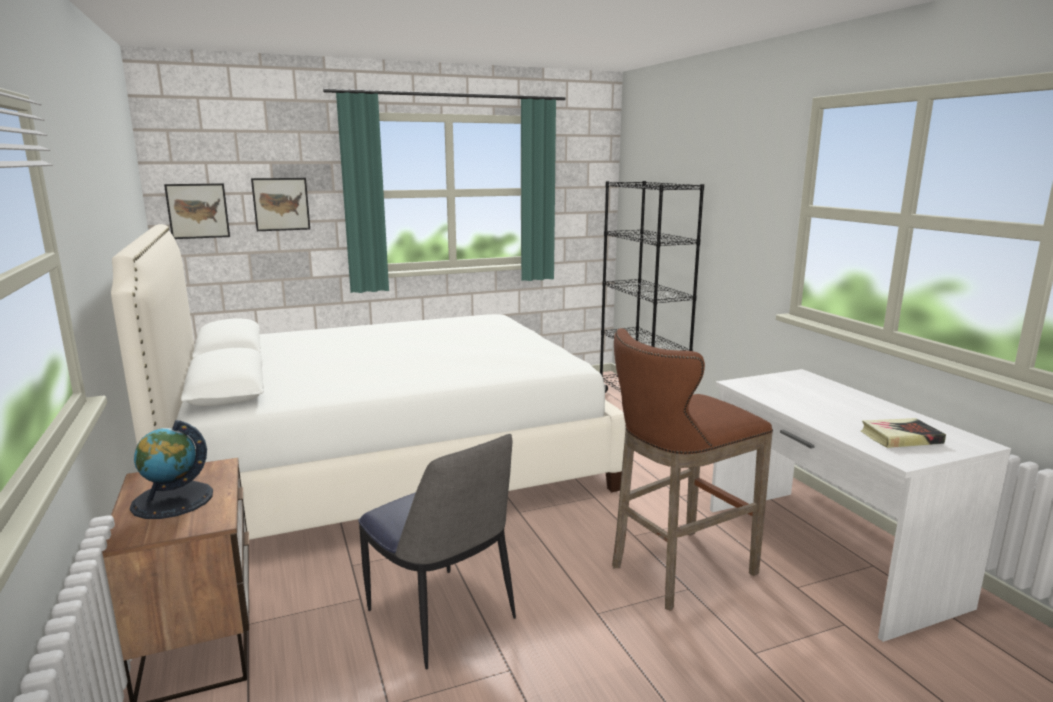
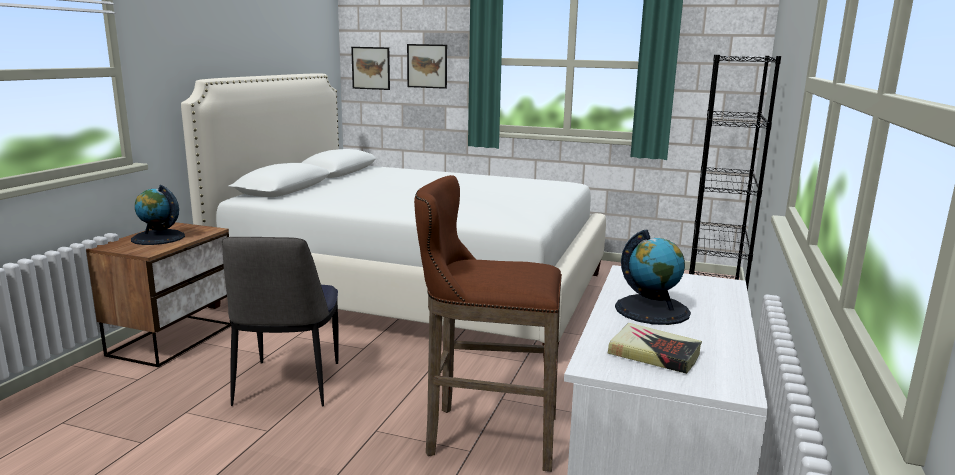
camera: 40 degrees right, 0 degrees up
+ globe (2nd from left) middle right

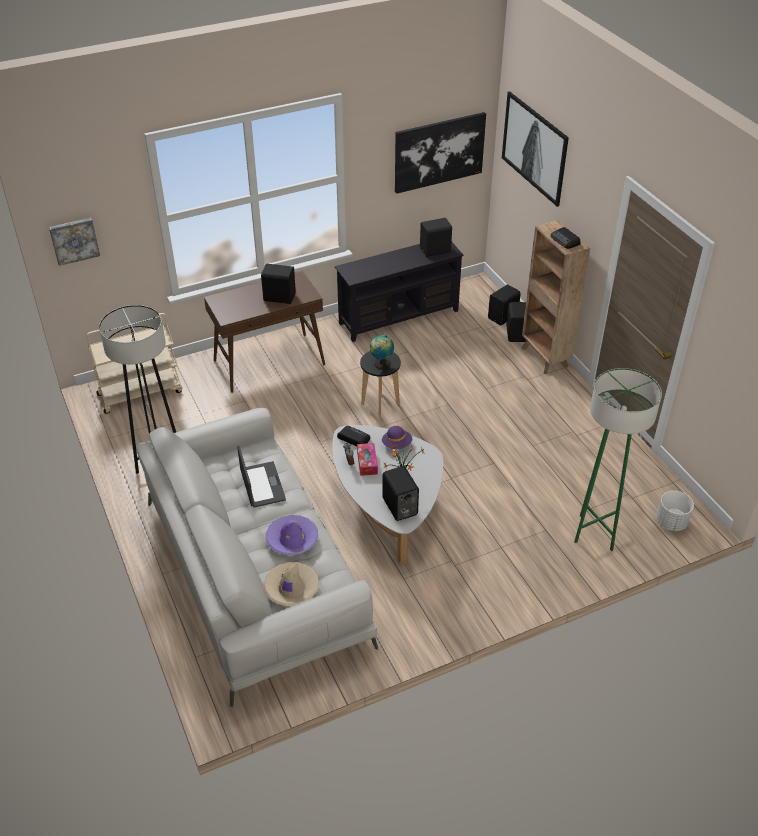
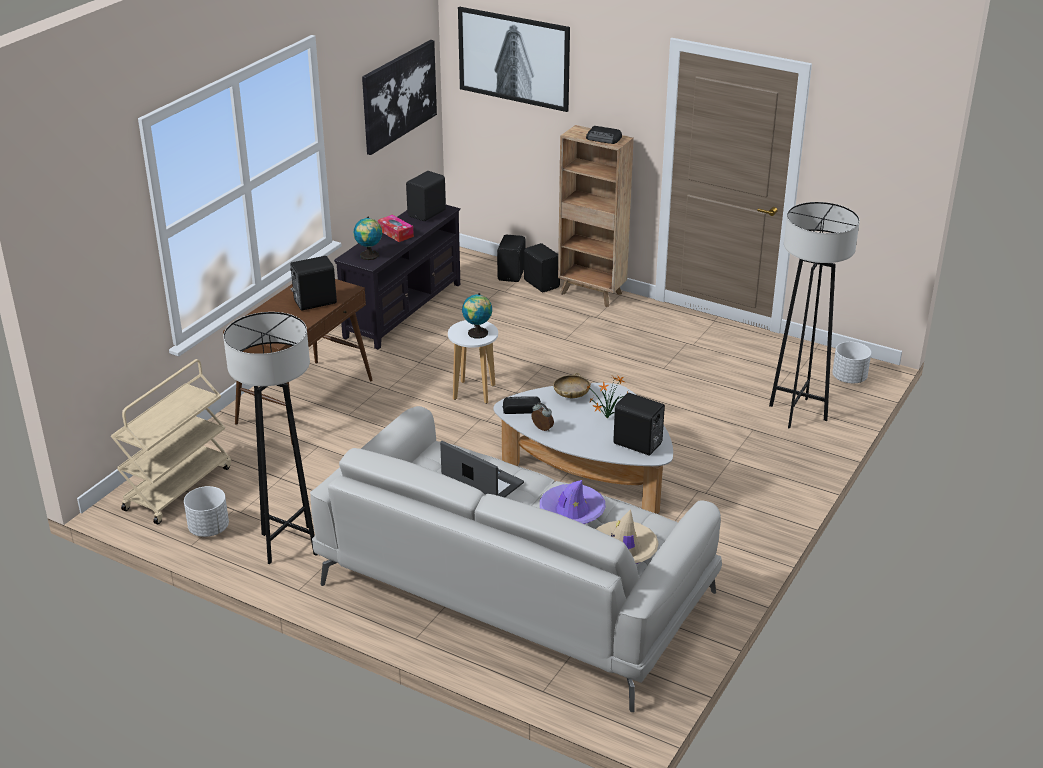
camera: 35 degrees left, 10 degrees down
- picture (1st from left) top left
+ planter/white (1st from left) middle left
+ globe (1st from left) top centre
~ tissue box centre to top centre
~ hat/purple (2nd from left) centre to bowl/beige centre
~ stool/black centre to stool/white centre
~ floor lamp/green middle right to floor lamp/grey (2nd from left) middle right

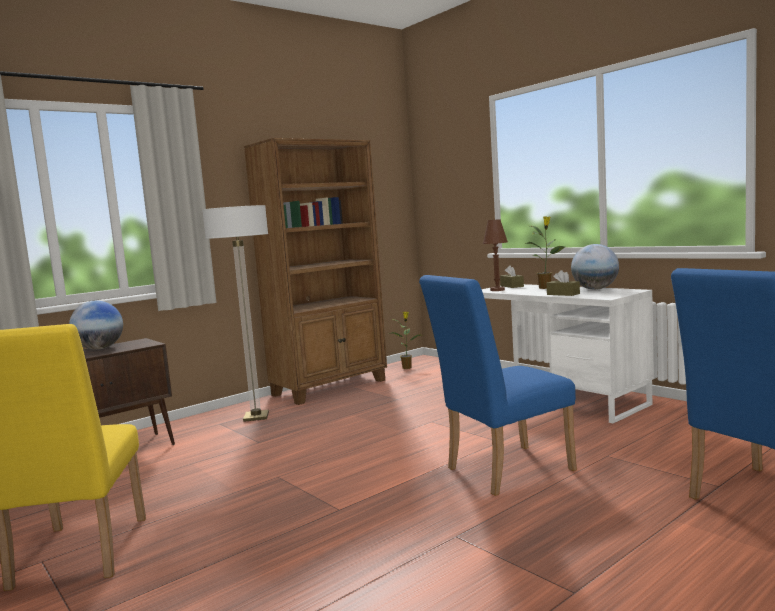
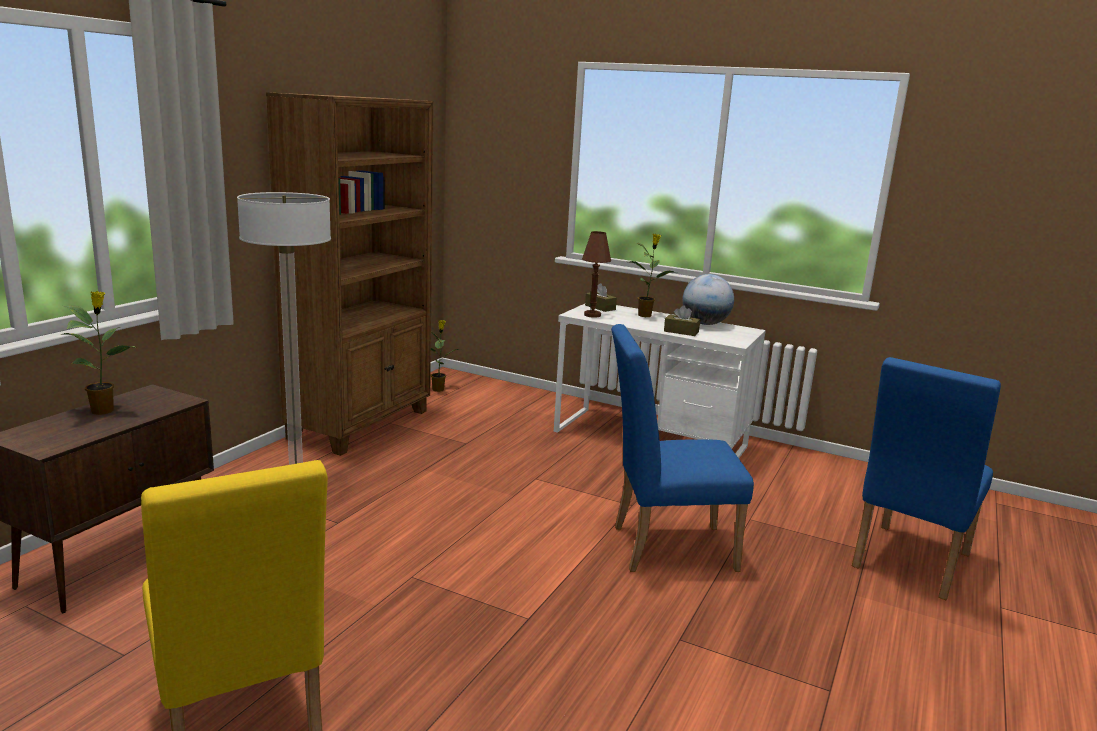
camera: 25 degrees left, 10 degrees up
~ globe (1st from left) middle left to potted plant (1st from left) middle left
~ chair/blue (1st from left) centre = centre 45 degrees clockwise

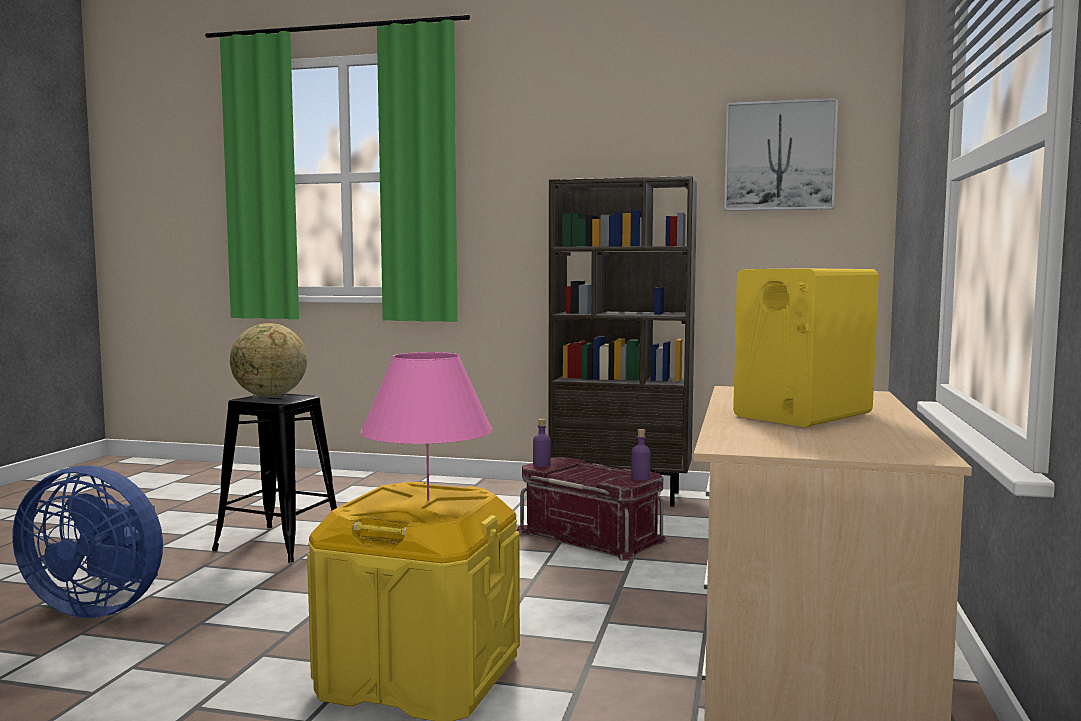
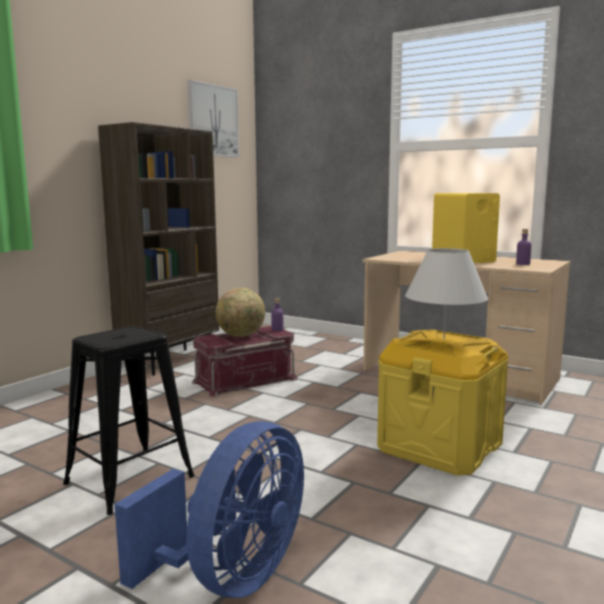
camera: 70 degrees left, 5 degrees up
~ globe middle left to centre
~ bottle/purple (1st from left in the first image) centre to bottle/purple (2nd from left) middle right
~ table lamp/pink centre to table lamp/white middle right

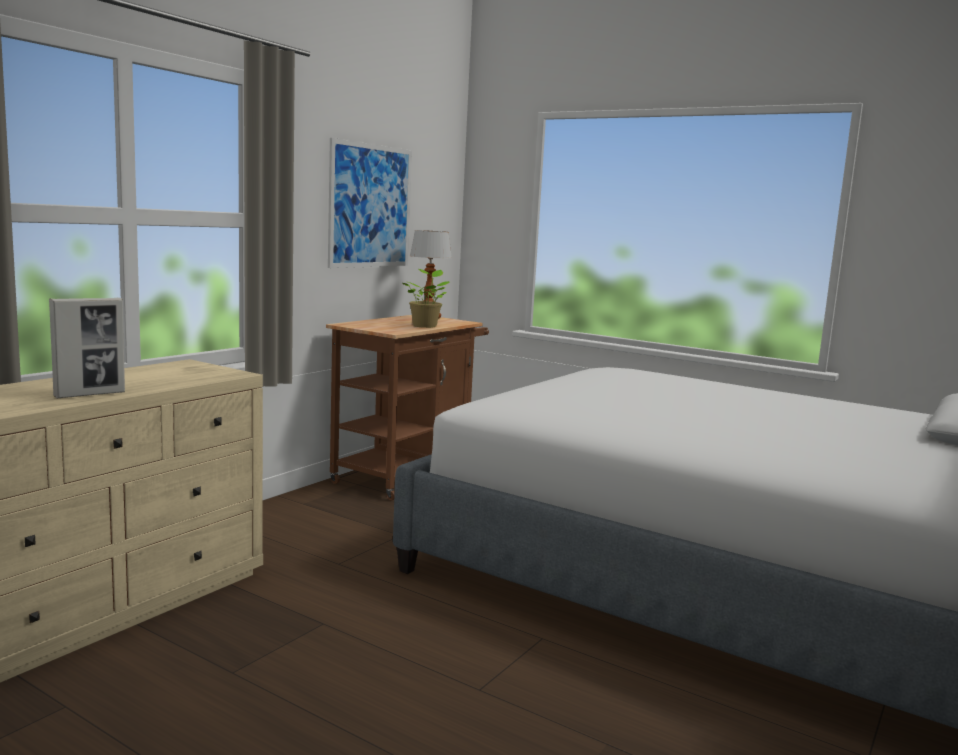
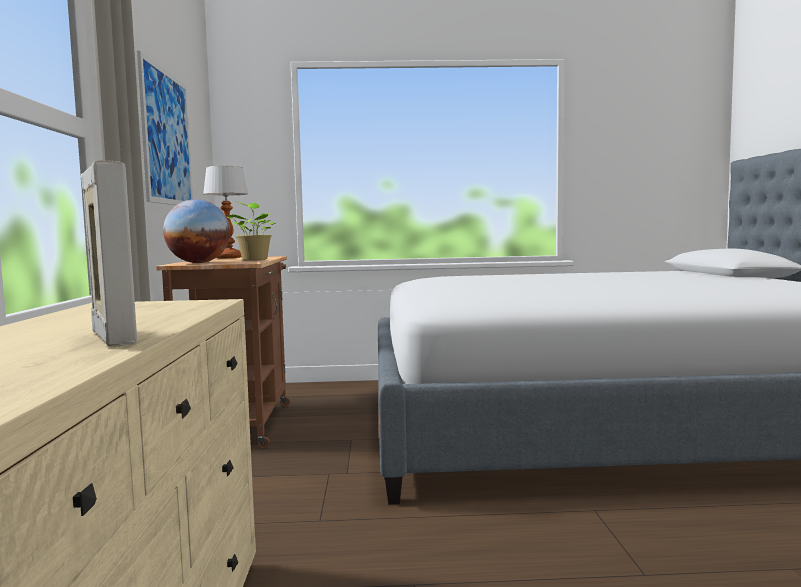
camera: 35 degrees left, 5 degrees down
+ globe middle left
~ picture frame middle left = middle left 45 degrees counterclockwise

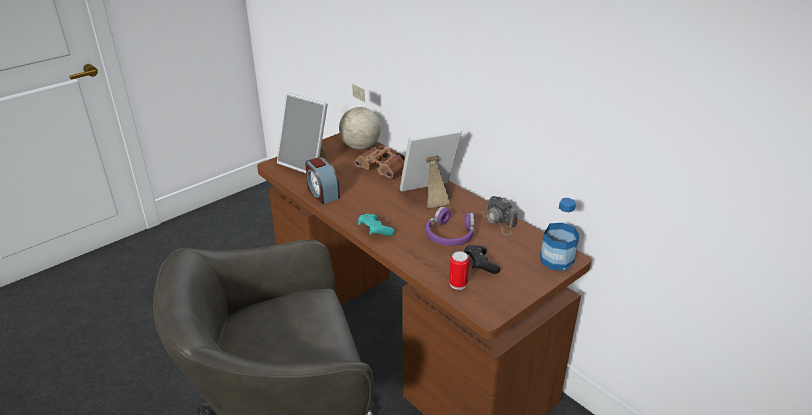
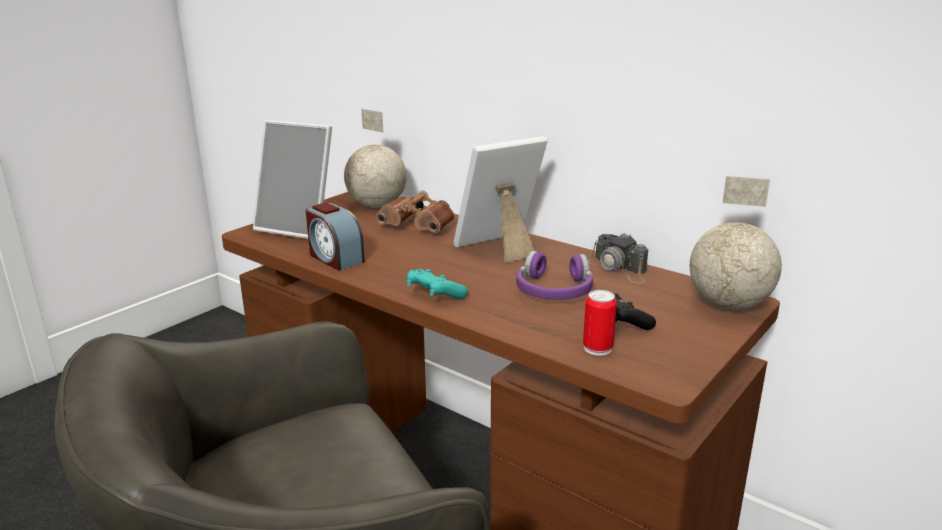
camera: 10 degrees left, 10 degrees down
~ bottle middle right to globe (2nd from left) middle right

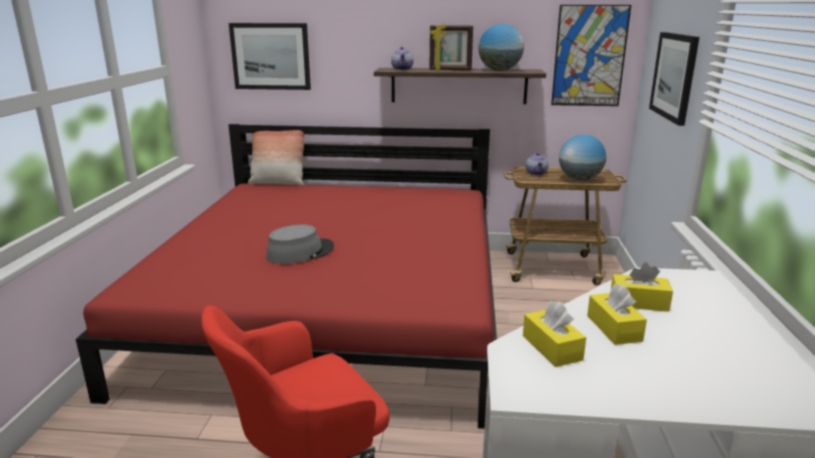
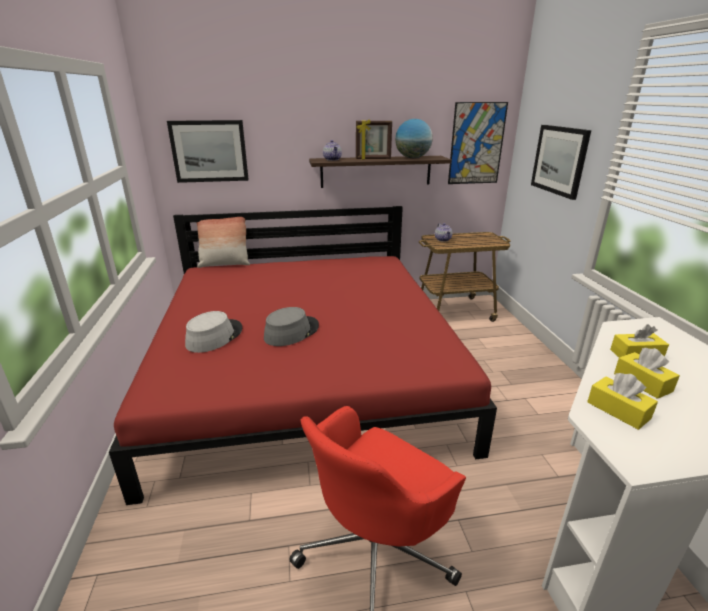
camera: 15 degrees left, 5 degrees up
- globe (2nd from left) middle right
+ hat/grey (1st from left) middle left

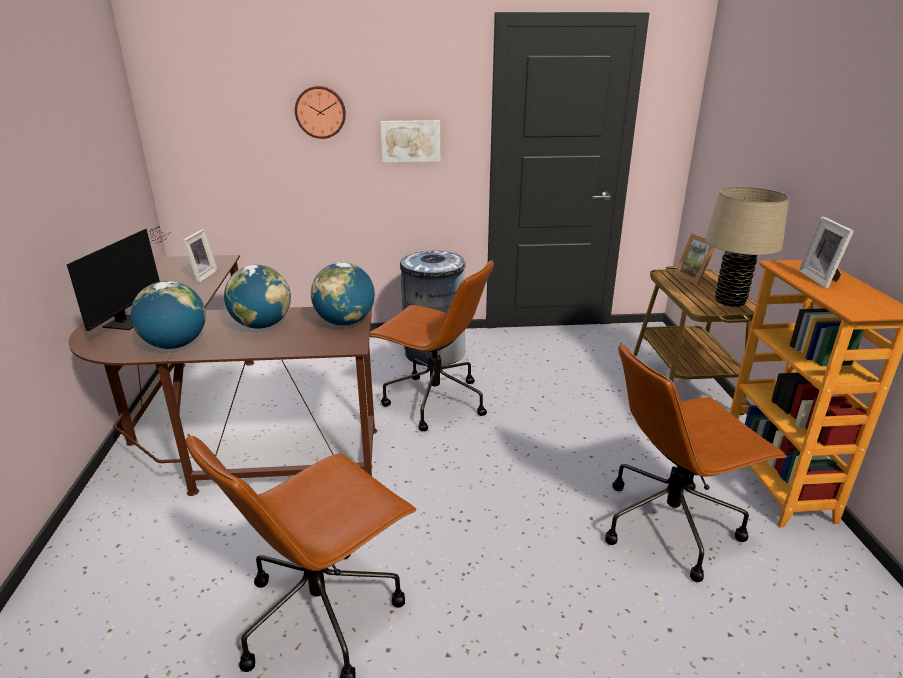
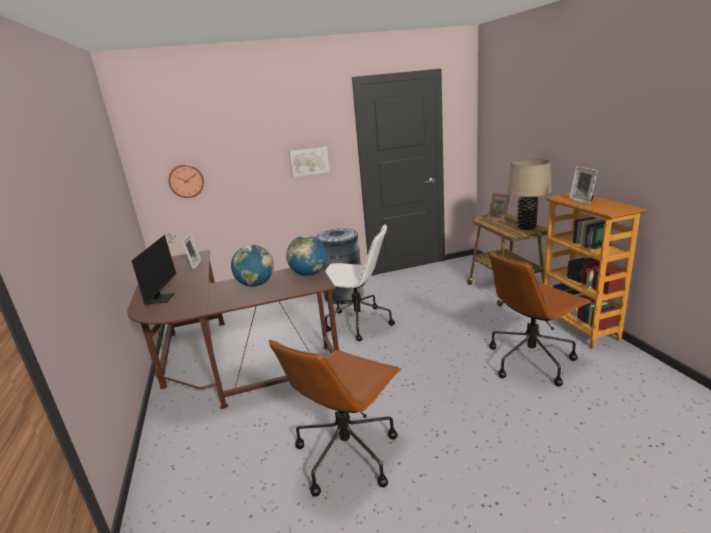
camera: 10 degrees left, 5 degrees down
- globe (1st from left) middle left
~ wall clock top centre to middle left
~ office chair/brown (2nd from left) centre to office chair/white centre

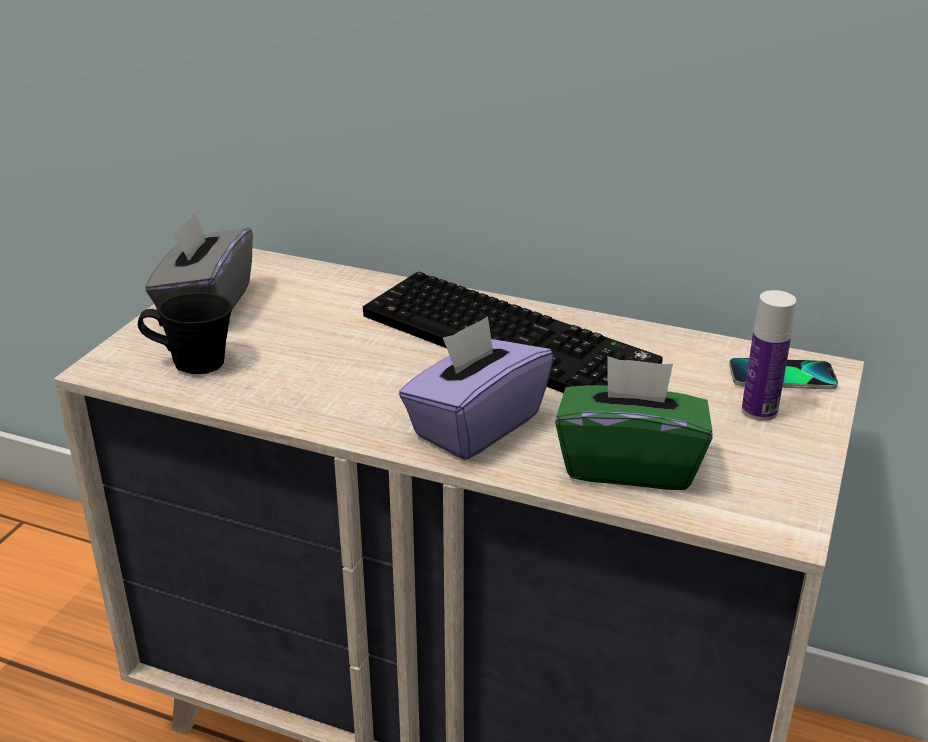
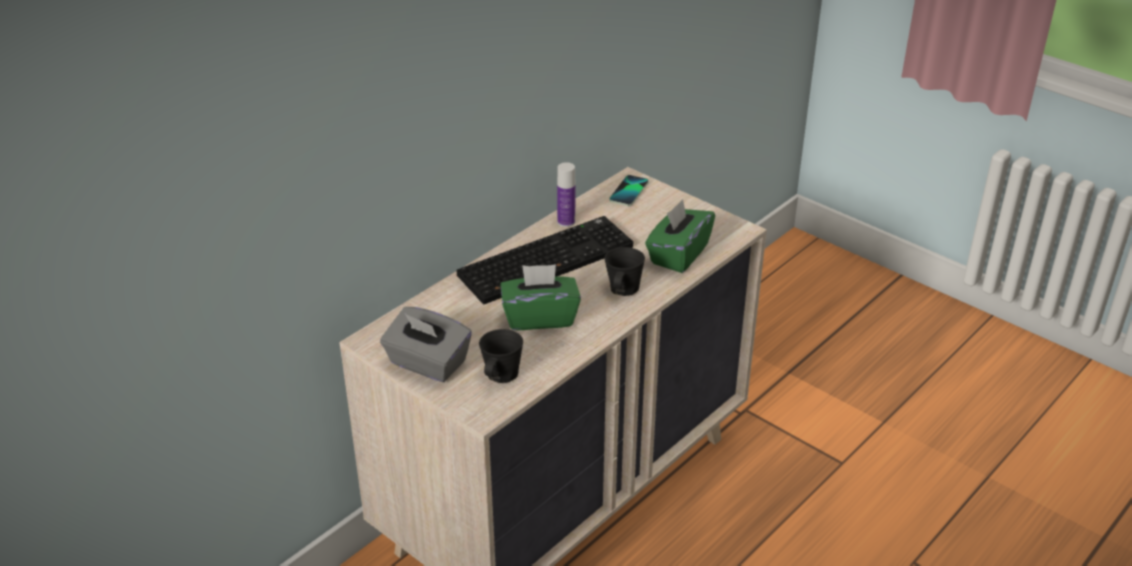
camera: 70 degrees left, 5 degrees up
+ tissue box/green (1st from left) centre
~ bottle middle right to centre
~ tissue box/purple centre to mug/black (2nd from left) centre

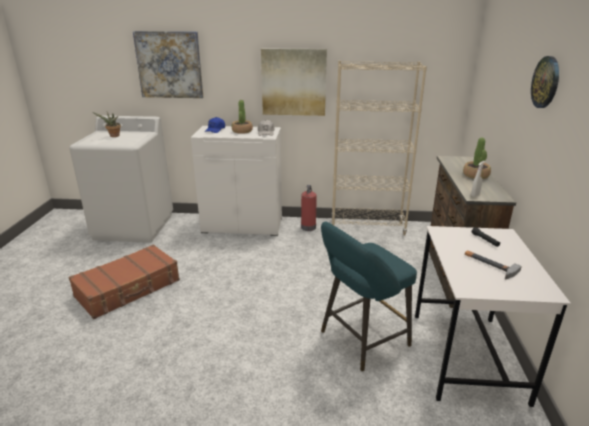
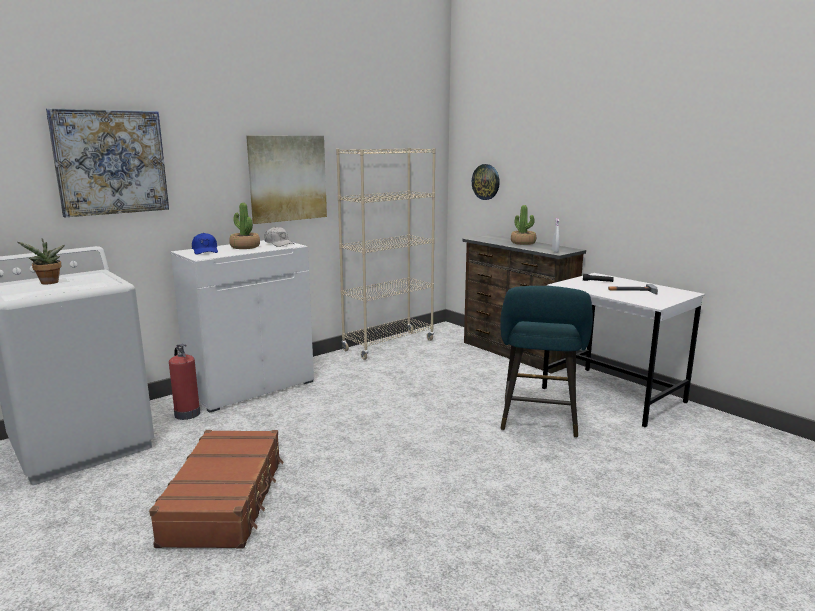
camera: 45 degrees left, 10 degrees down
~ fire extinguisher centre to middle left
~ wall clock top right to top centre

